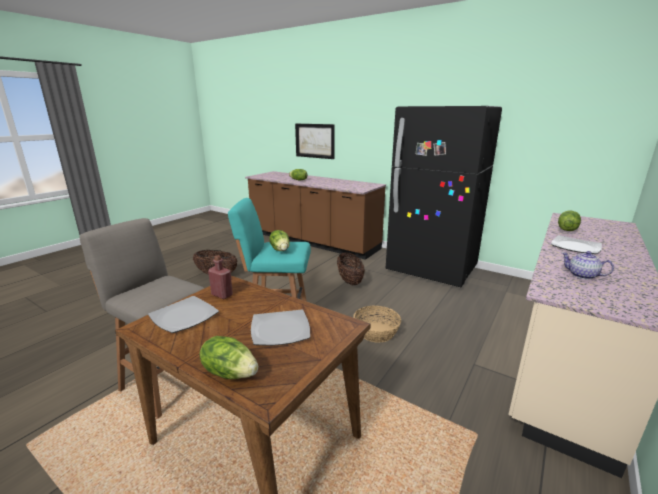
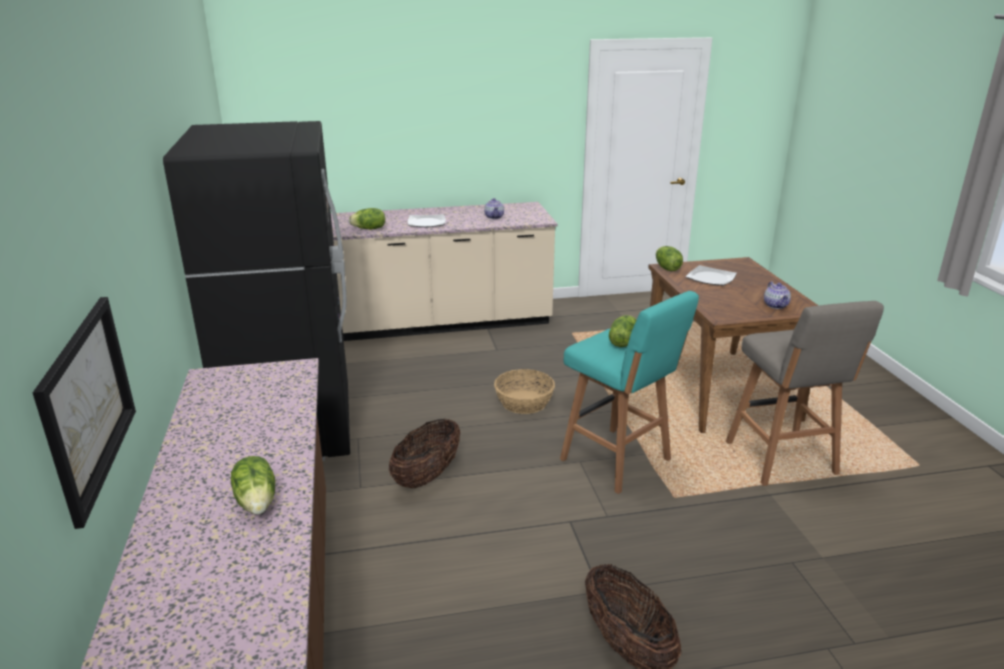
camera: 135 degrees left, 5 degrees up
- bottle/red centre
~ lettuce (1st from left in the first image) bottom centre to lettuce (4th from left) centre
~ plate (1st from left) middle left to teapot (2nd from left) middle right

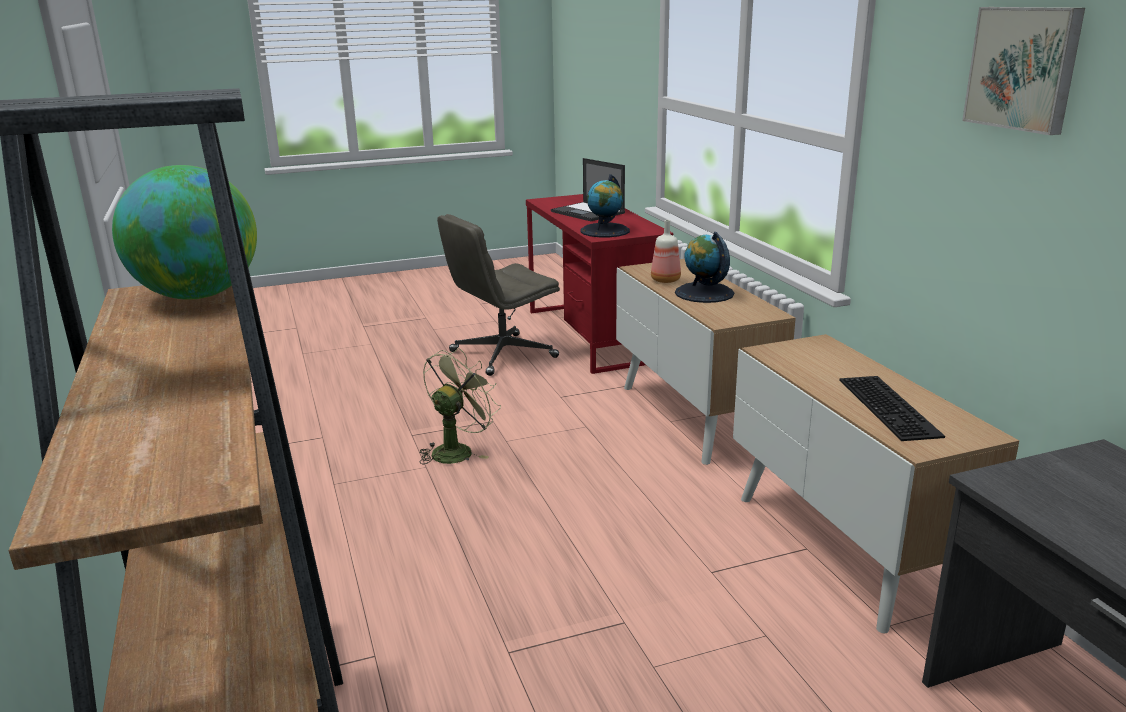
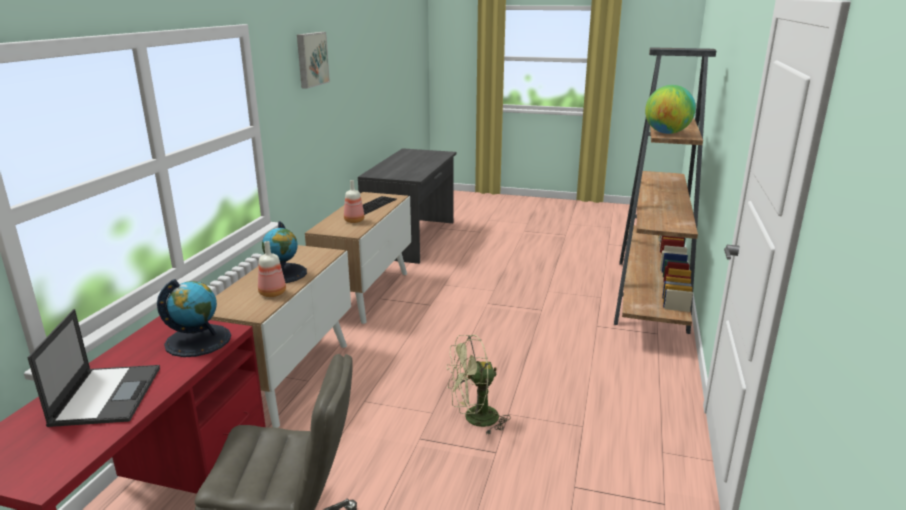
camera: 145 degrees left, 0 degrees up
+ bottle (2nd from left) centre

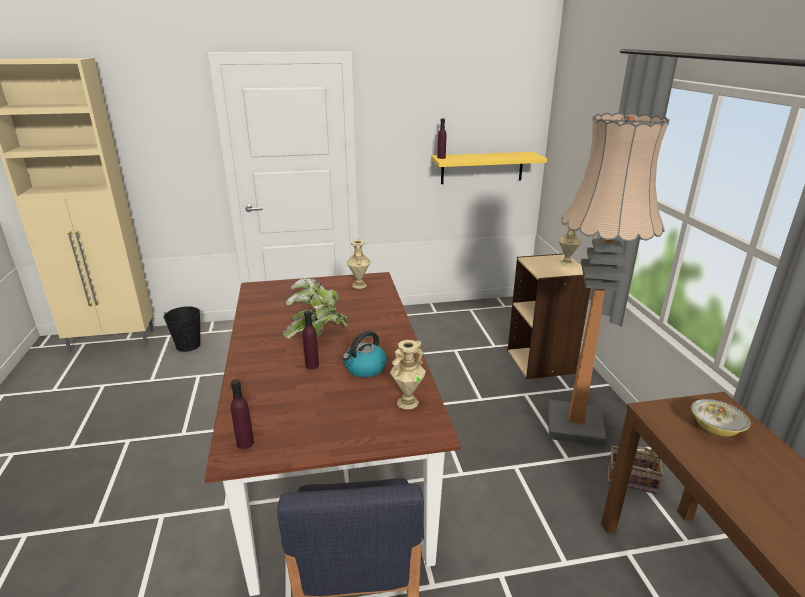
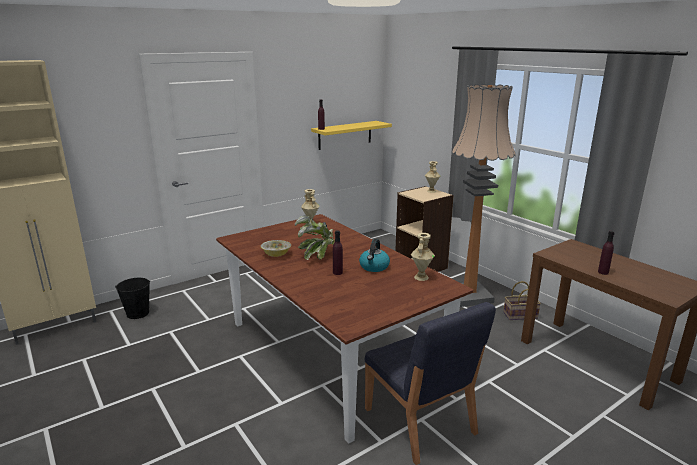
camera: 25 degrees left, 5 degrees down
~ bottle/purple (1st from left in the first image) bottom left to bottle/purple (3rd from left) middle right
~ bowl bottom right to centre

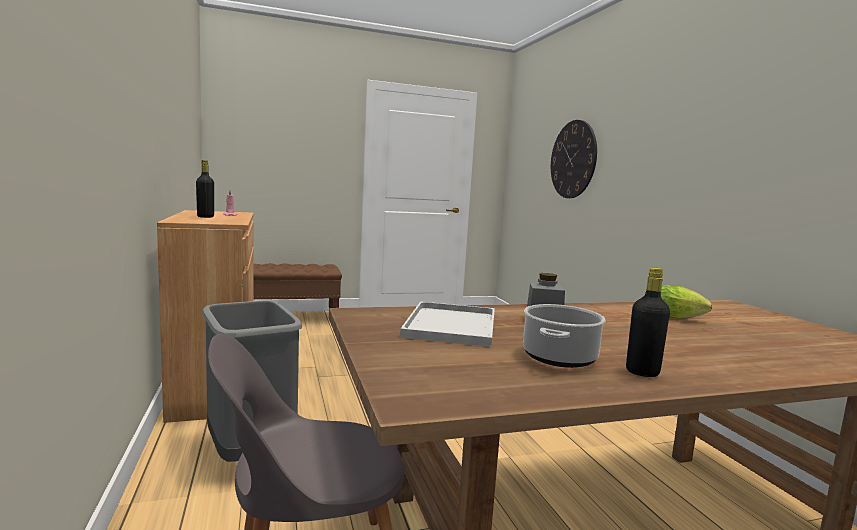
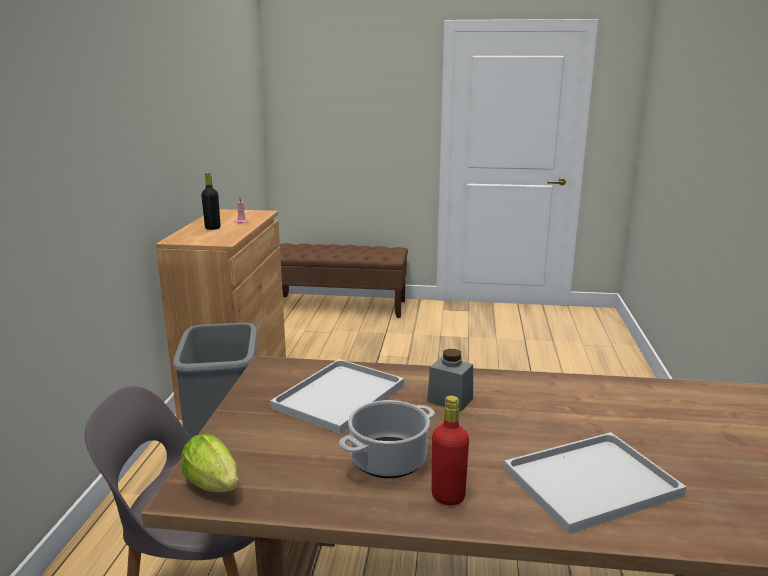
camera: 25 degrees right, 10 degrees up
- wall clock top right
+ tray/white (2nd from left) bottom right
~ lettuce middle right to bottom left
~ bottle/black (2nd from left) middle right to bottle/red bottom centre

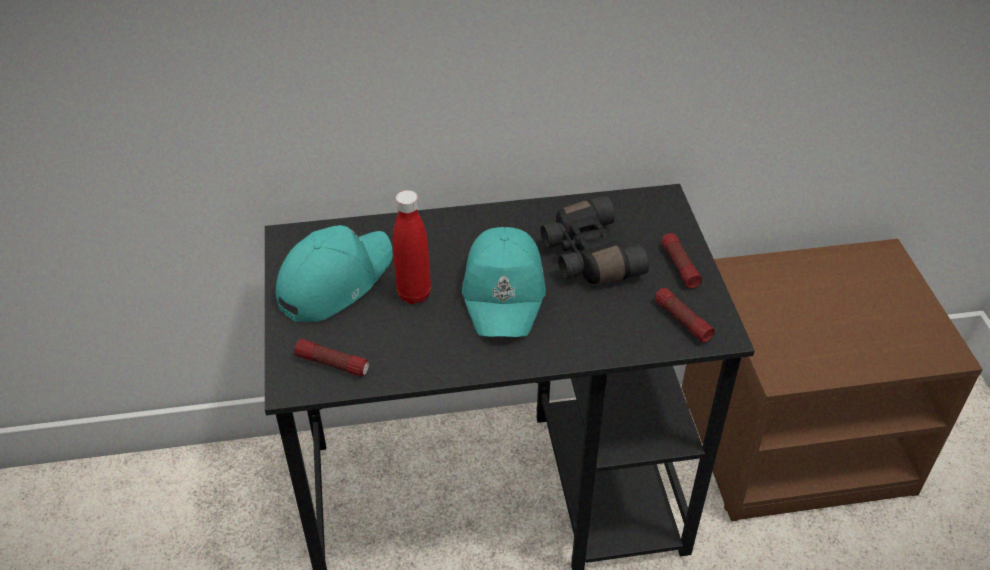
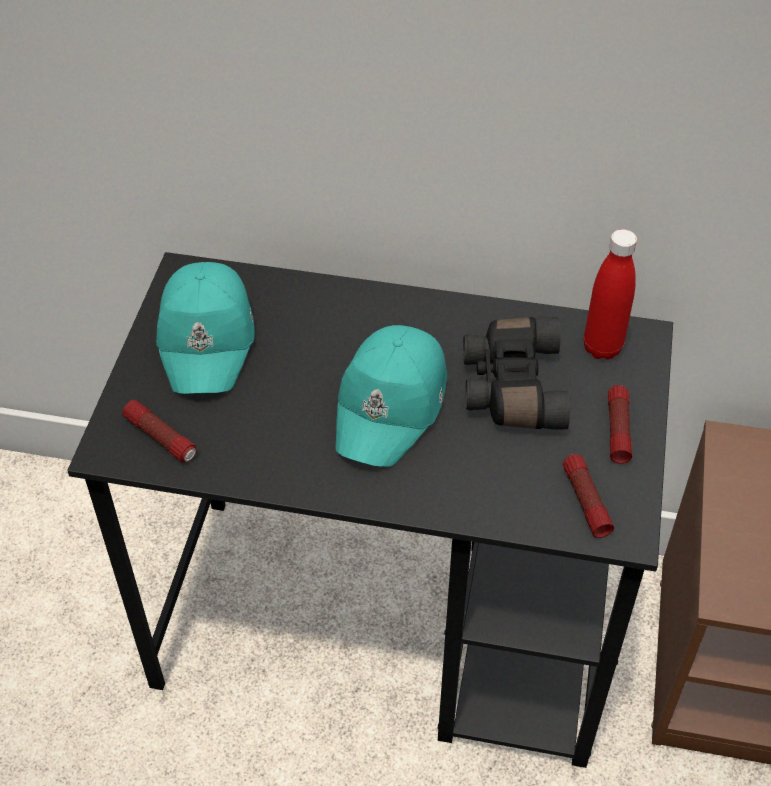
camera: 20 degrees right, 5 degrees up
~ bottle/red centre to middle right
~ cap/turquoise (1st from left) centre = middle left 120 degrees clockwise

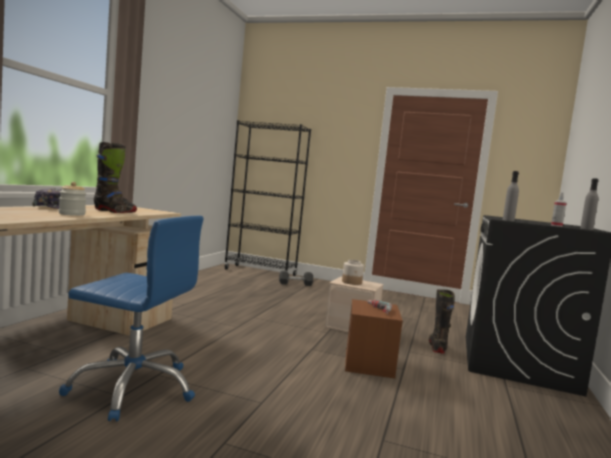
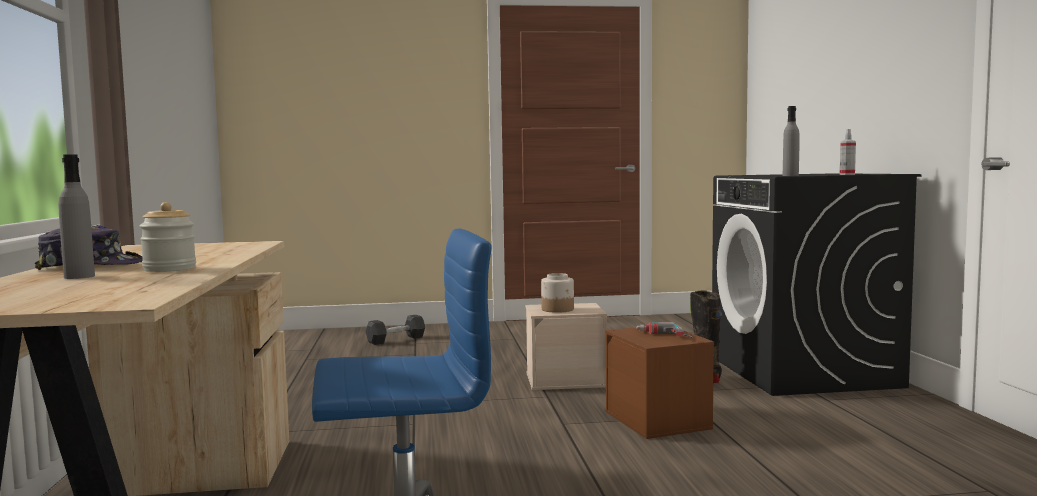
camera: 25 degrees left, 0 degrees up
- boot/black (1st from left) middle left
- bookcase/black centre
~ bottle/grey (2nd from left in the first image) middle right to bottle/grey (1st from left) middle left

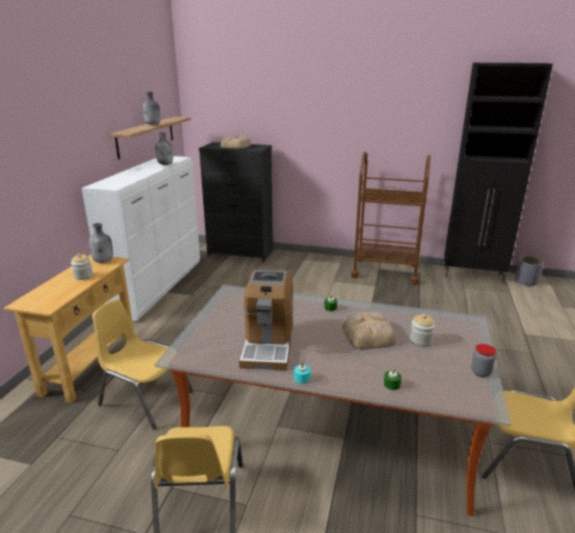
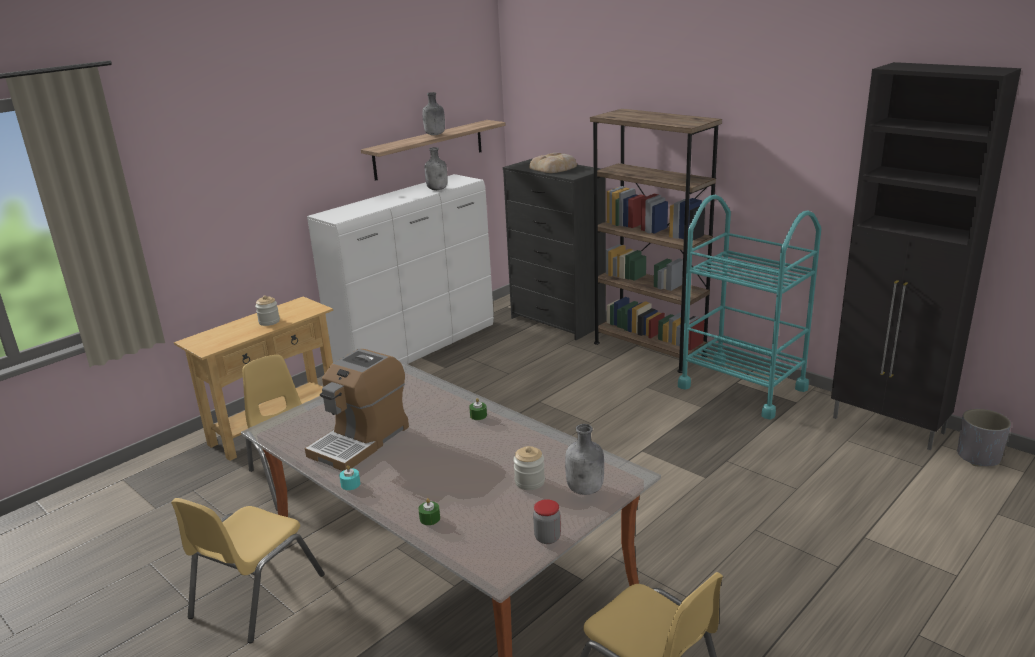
camera: 30 degrees right, 0 degrees up
- bread (2nd from left) centre
+ bookcase/brown centre
~ bottle/grey (1st from left in the first image) middle left to bottle/grey (3rd from left) bottom centre
~ cart/brown middle right to cart/turquoise middle right

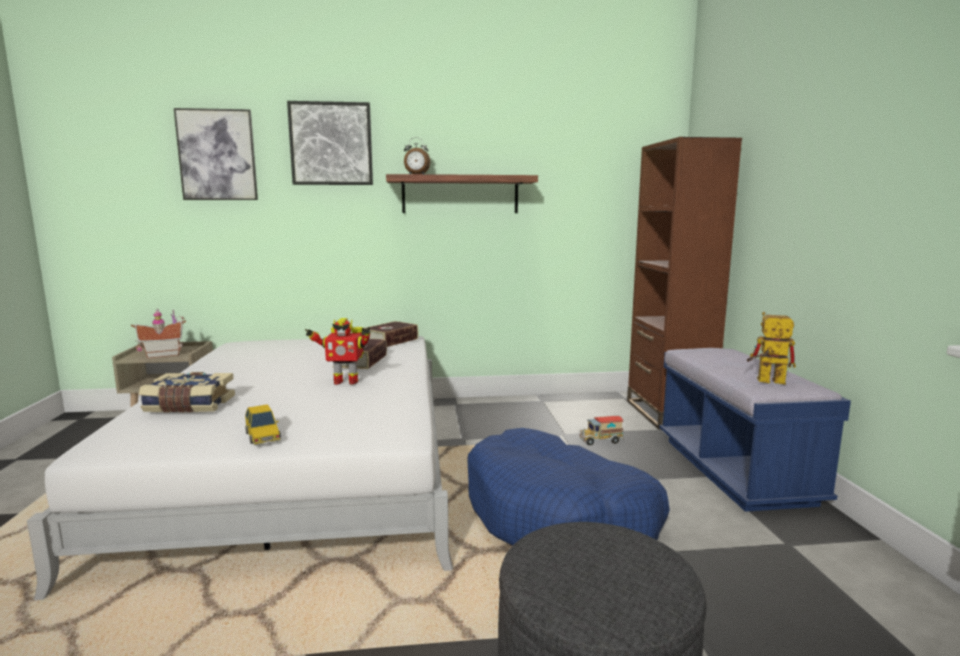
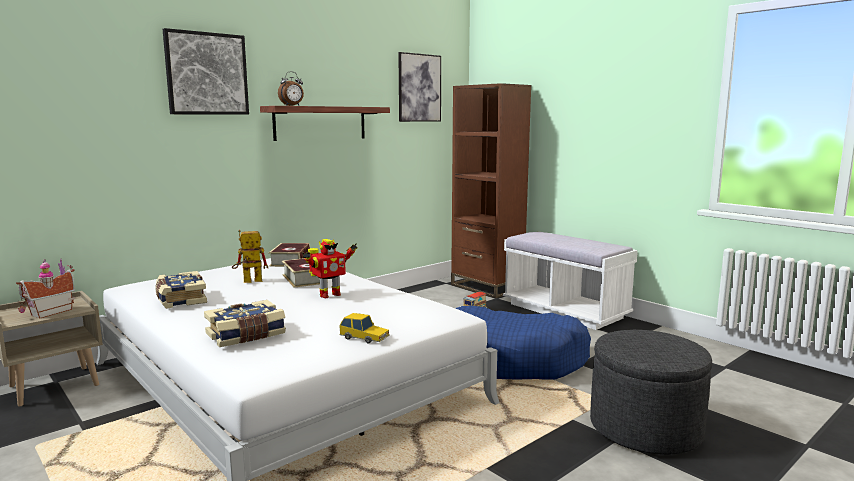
camera: 35 degrees left, 0 degrees up
+ book (1st from left) middle left
~ picture (1st from left in the first image) top left to picture (2nd from left) top centre
~ toy robot (2nd from left in the first image) middle right to toy robot (1st from left) middle left
~ bench/blue middle right to bench/white middle right

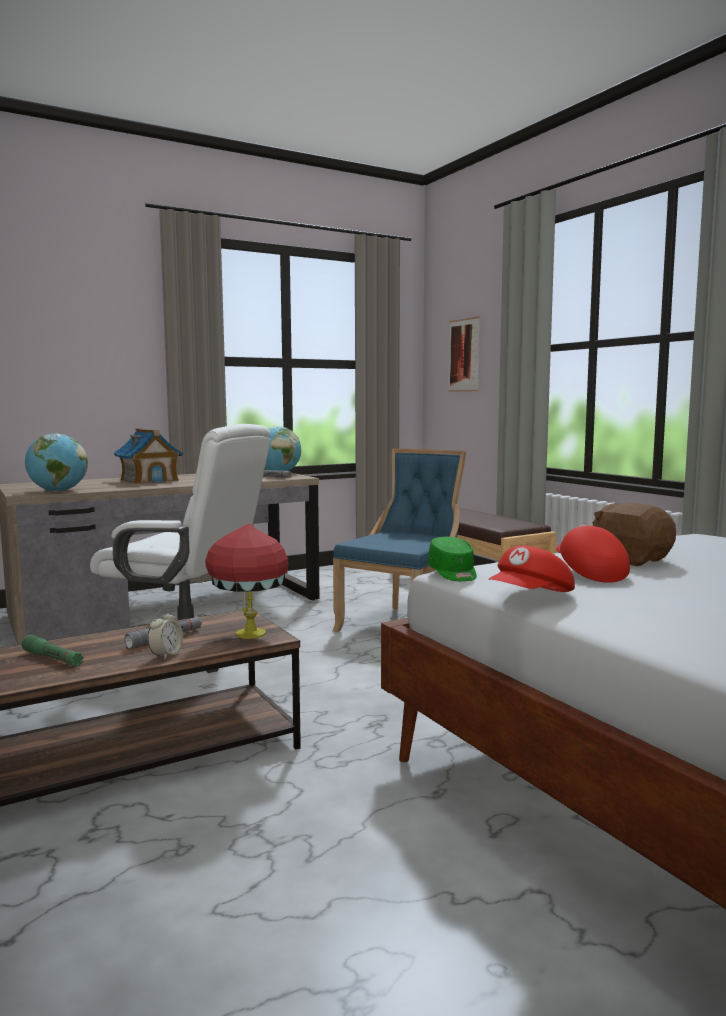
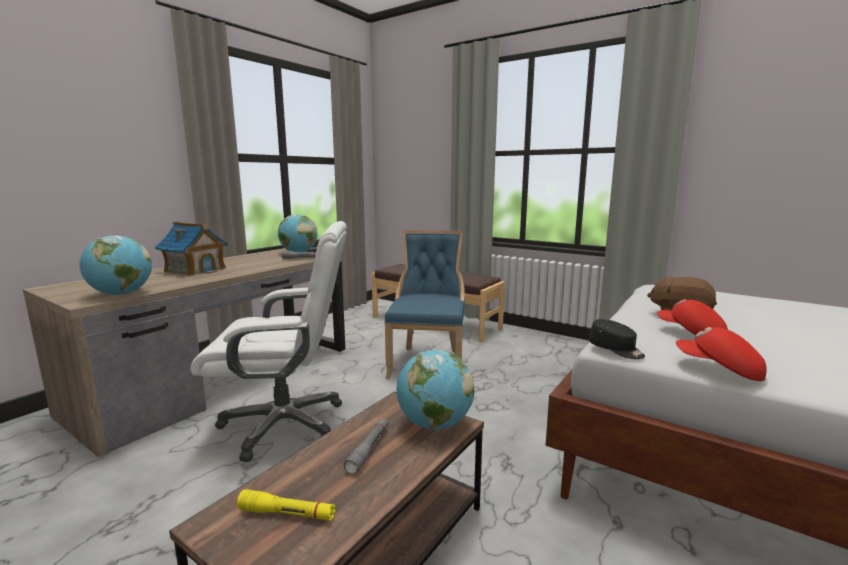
camera: 25 degrees left, 5 degrees up
- alarm clock middle left
- picture centre
~ table lamp/red centre to globe (3rd from left) bottom centre
~ flashlight/green middle left to flashlight/yellow bottom centre
~ cap/green centre to cap/black middle right
~ cap/red (1st from left in the first image) middle right = middle right 105 degrees clockwise

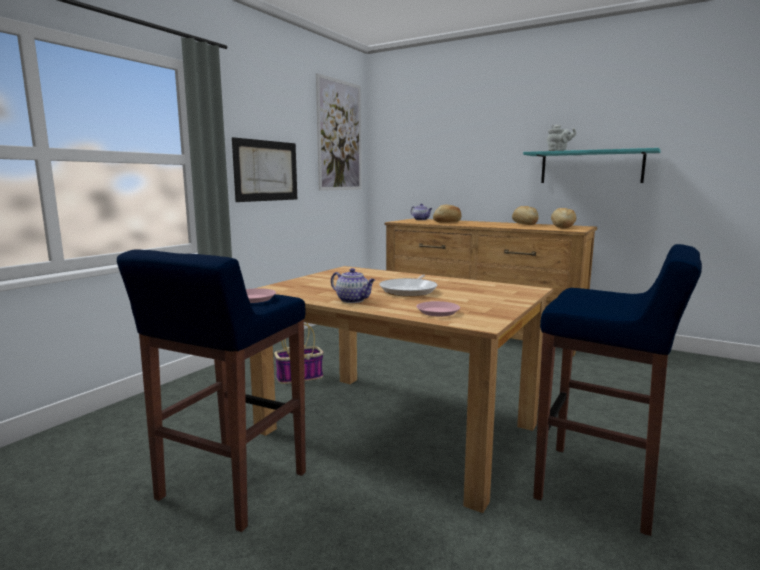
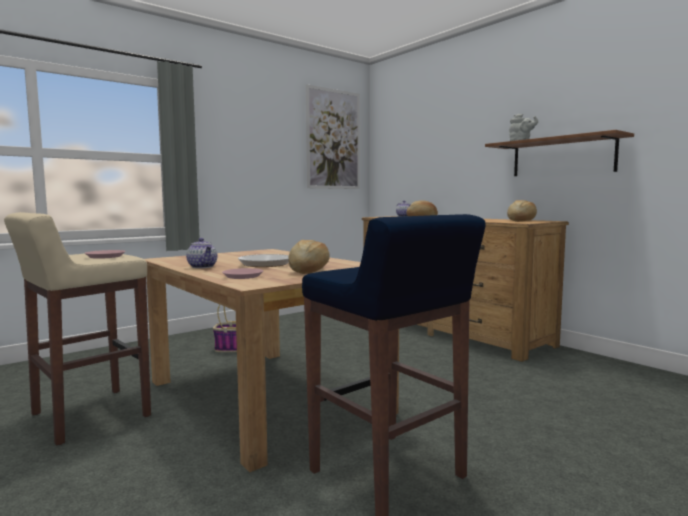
camera: 20 degrees right, 5 degrees down
- picture (1st from left) top centre
~ bread (2nd from left in the first image) middle right to bread (1st from left) centre
~ stool/blue (1st from left) bottom left to stool/beige middle left
~ shelf/turquoise top right to shelf/brown top right

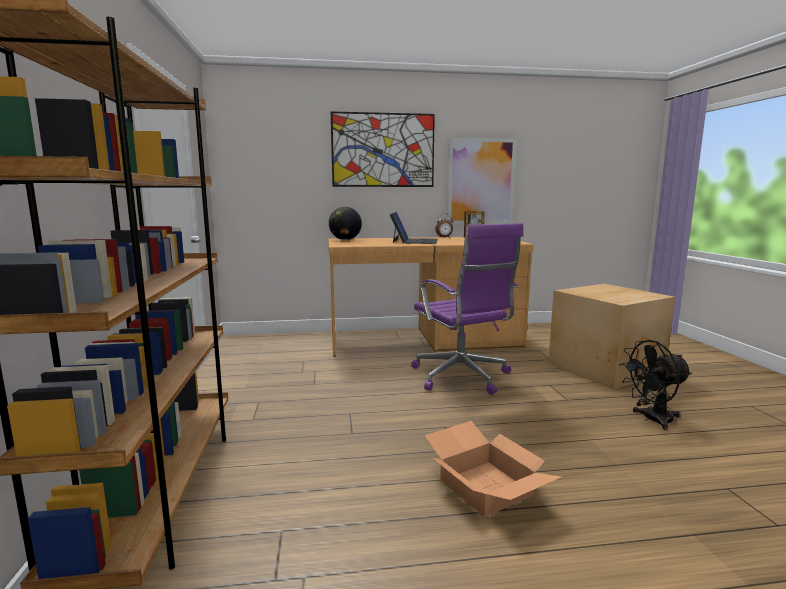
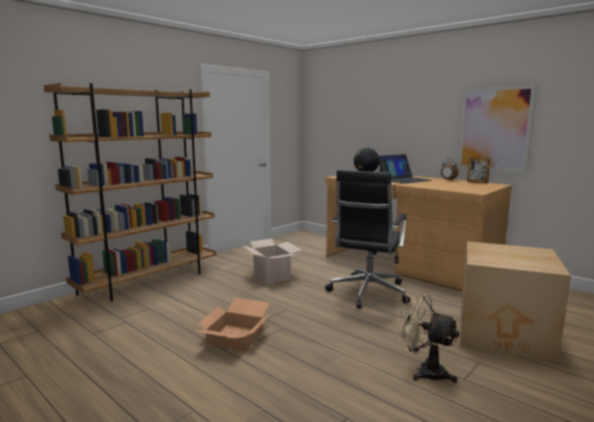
camera: 50 degrees right, 0 degrees up
- picture (1st from left) top centre
+ cardboard box (2nd from left) centre
~ office chair/purple centre to office chair/black centre
~ fan/black middle right to fan/beige bottom right

